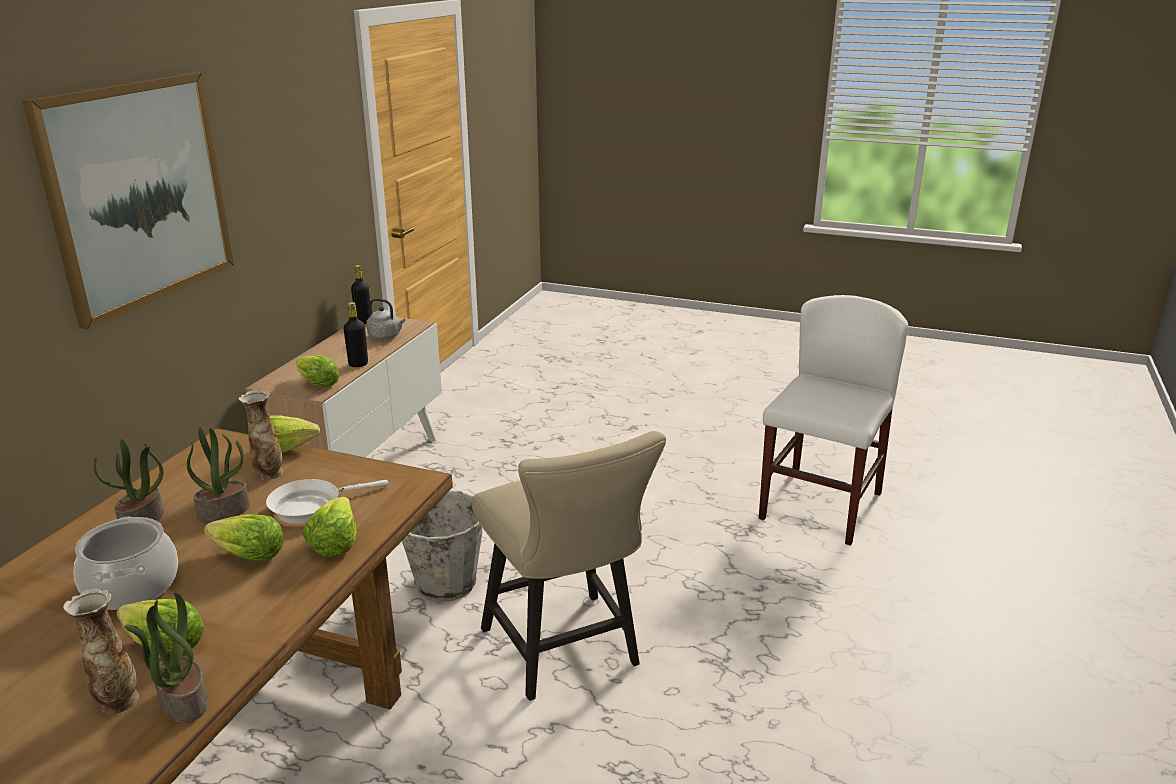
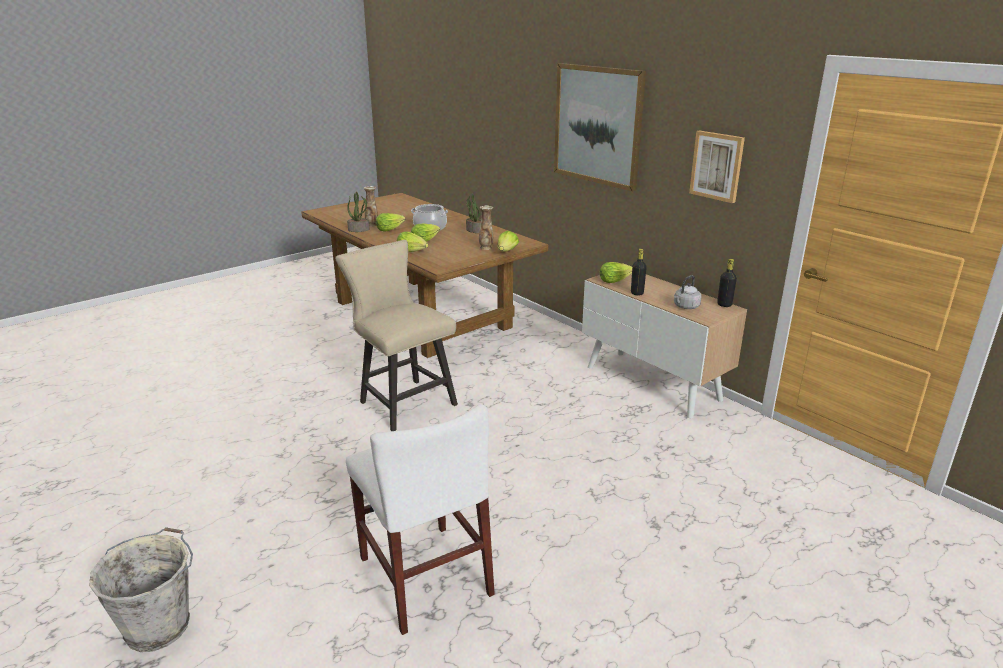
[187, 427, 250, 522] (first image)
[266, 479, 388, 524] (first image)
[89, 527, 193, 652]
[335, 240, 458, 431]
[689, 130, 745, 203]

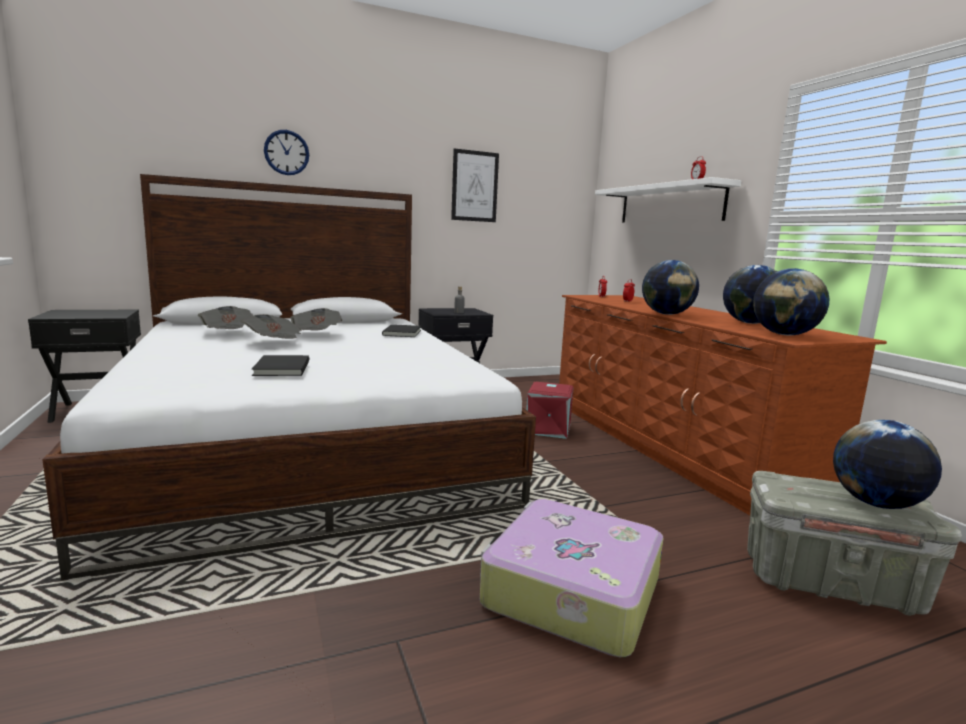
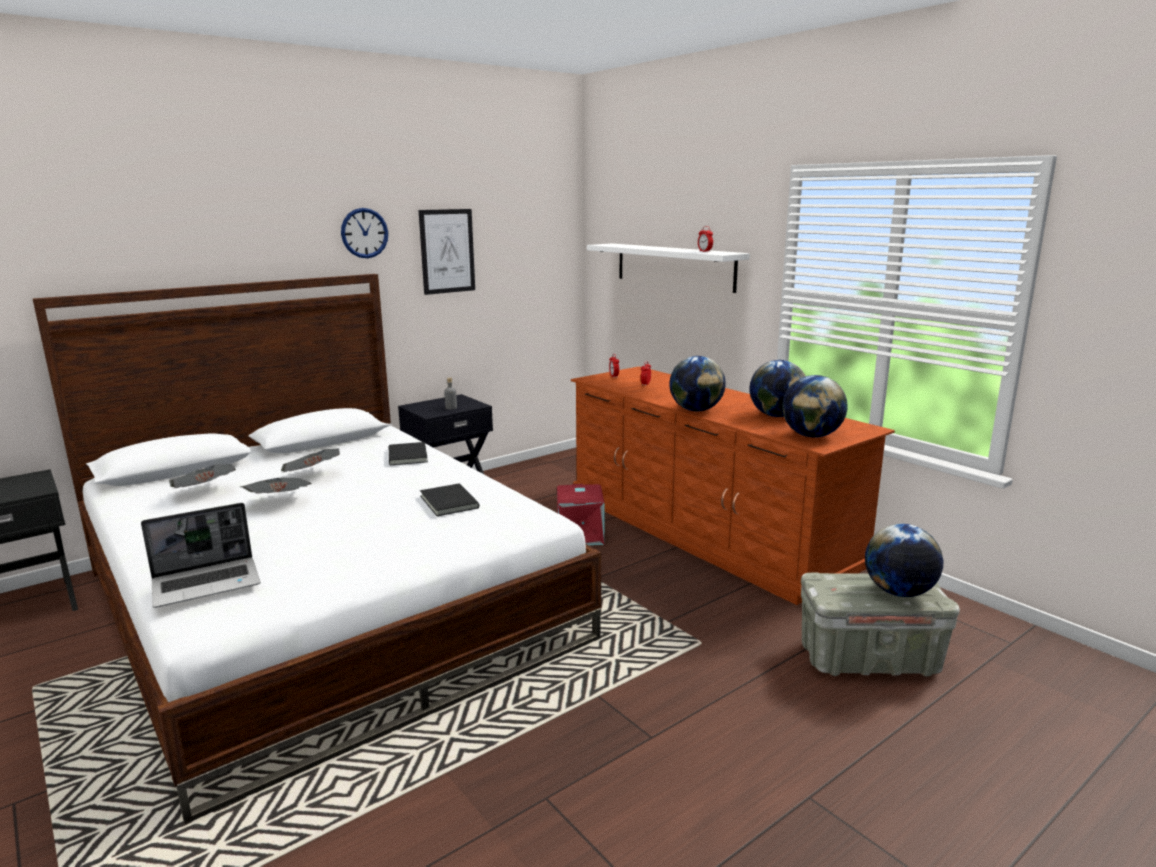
[420, 483, 479, 516]
[341, 208, 388, 258]
[480, 499, 663, 657] (first image)
[141, 503, 261, 608]

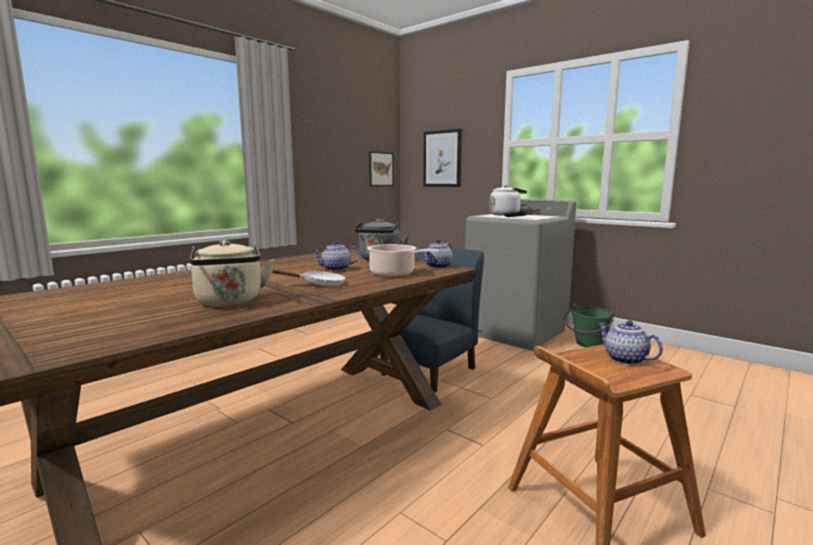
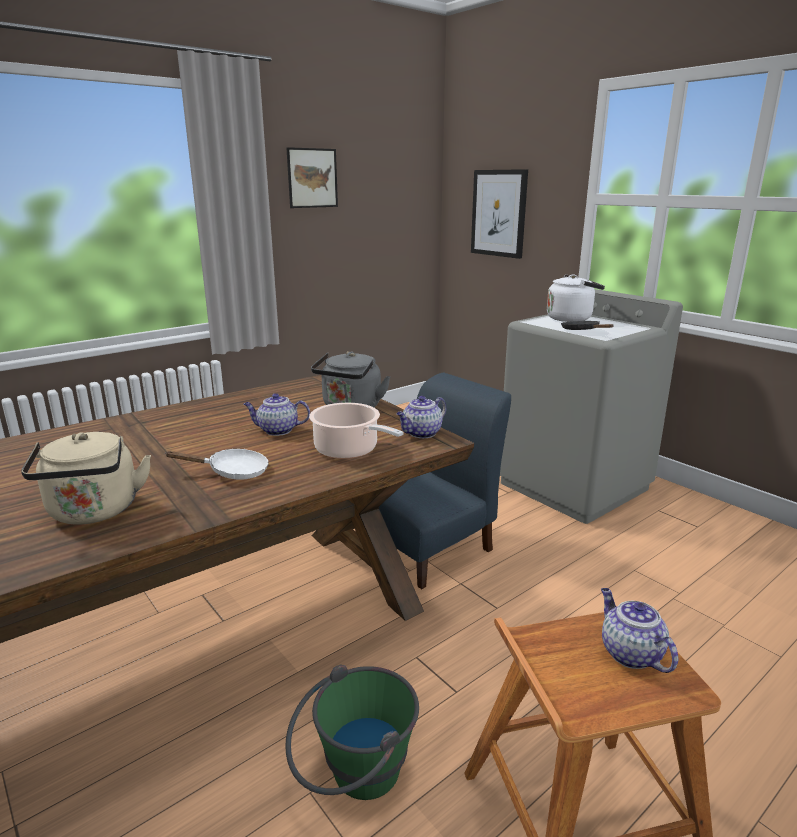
[286, 147, 338, 208]
[285, 665, 419, 800]

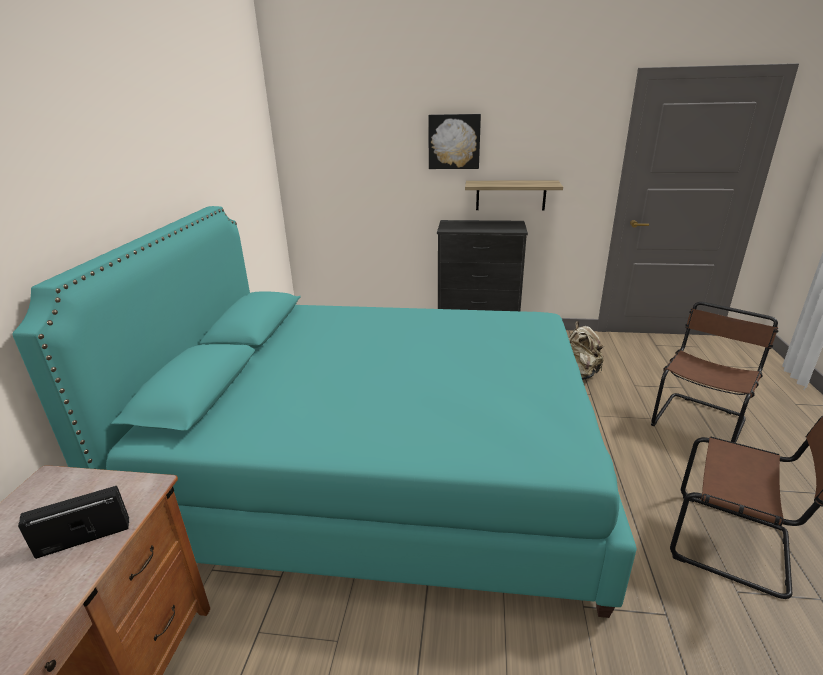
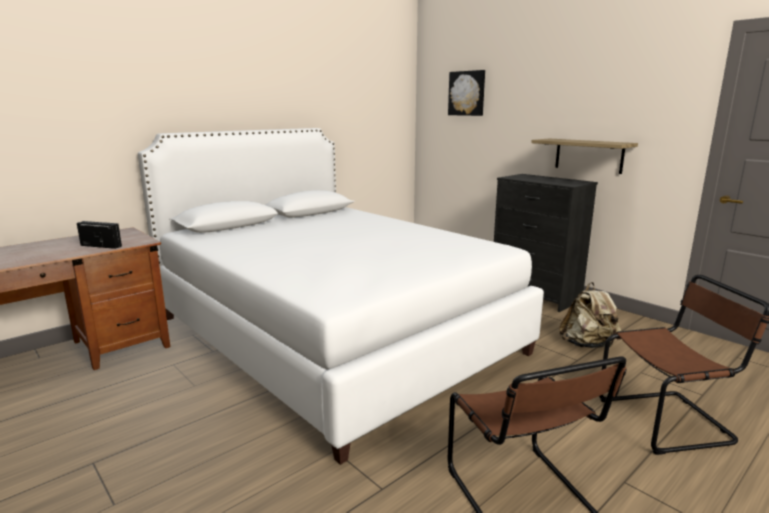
[138, 128, 544, 465]
[448, 70, 485, 116]

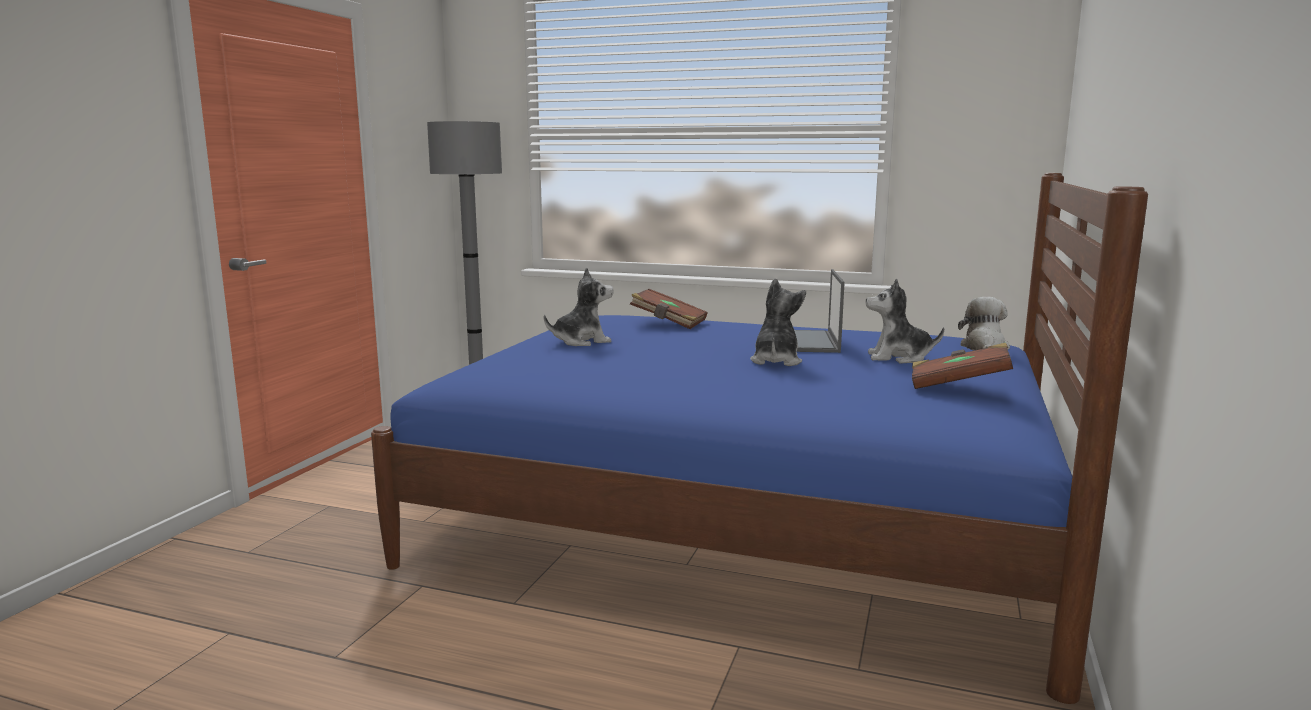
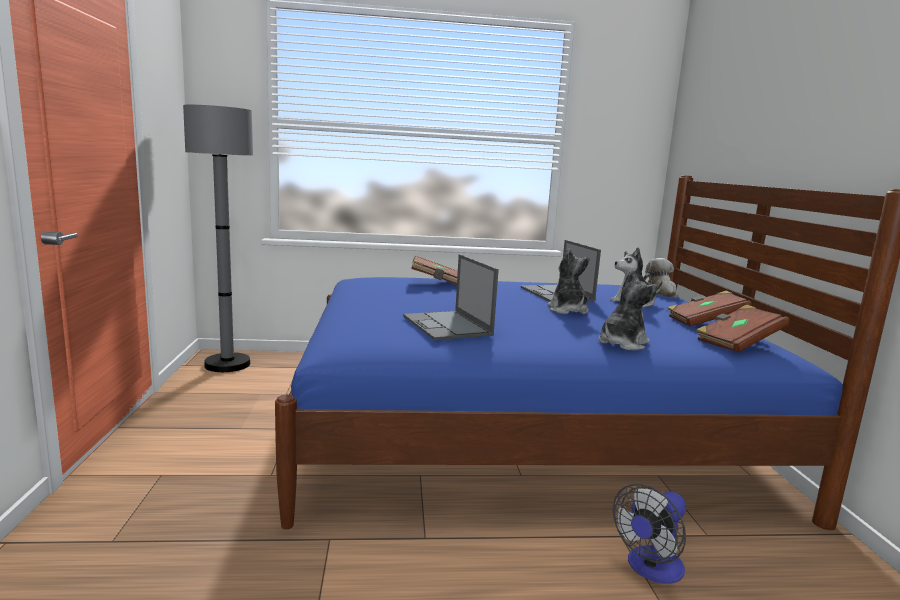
[598, 270, 657, 350]
[403, 254, 499, 340]
[613, 484, 686, 584]
[696, 304, 790, 353]

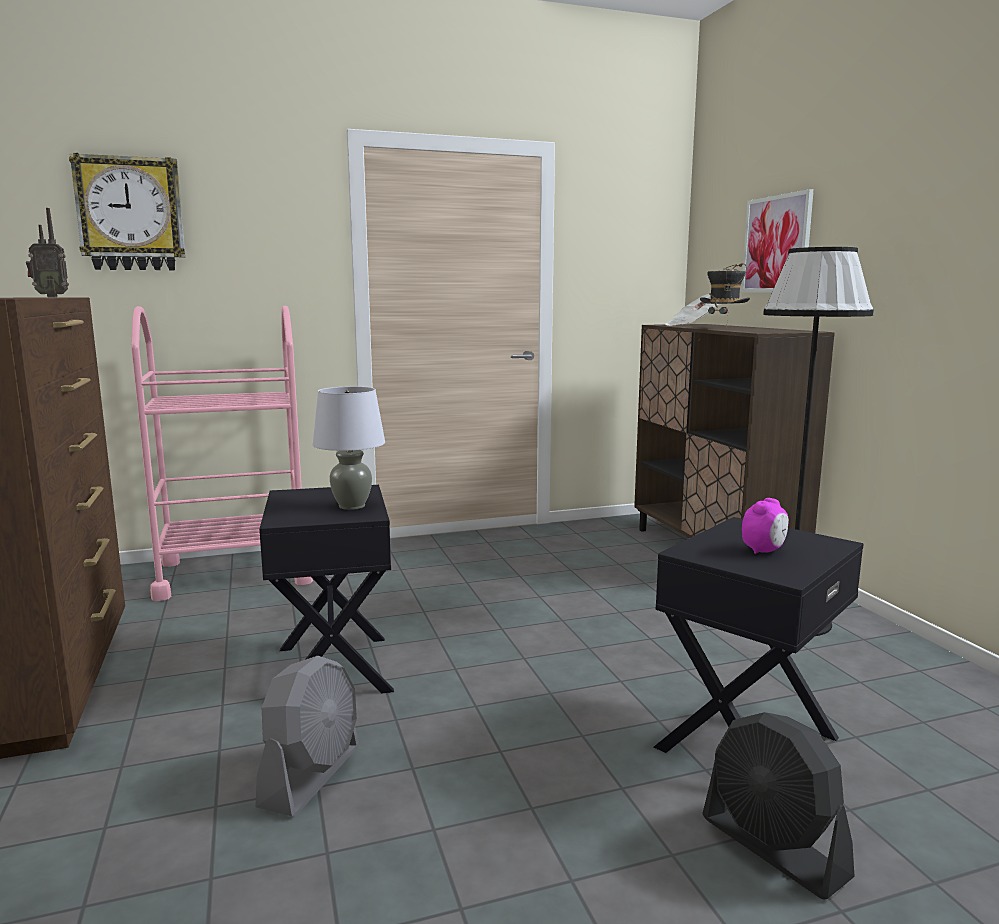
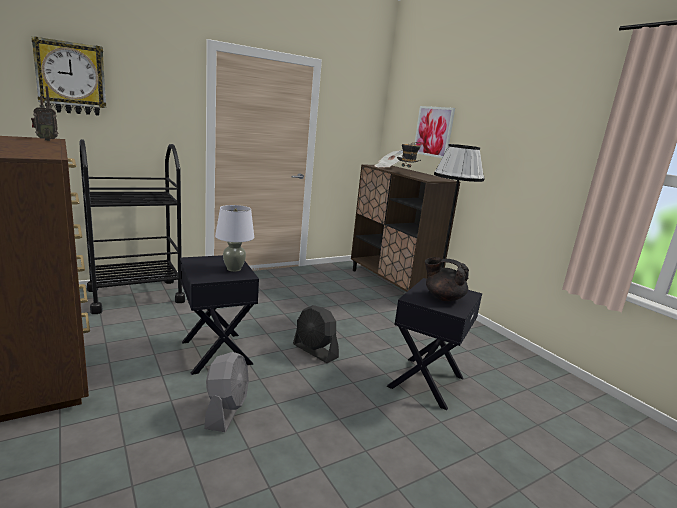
[80, 139, 185, 314]
[293, 305, 339, 363]
[425, 257, 469, 301]

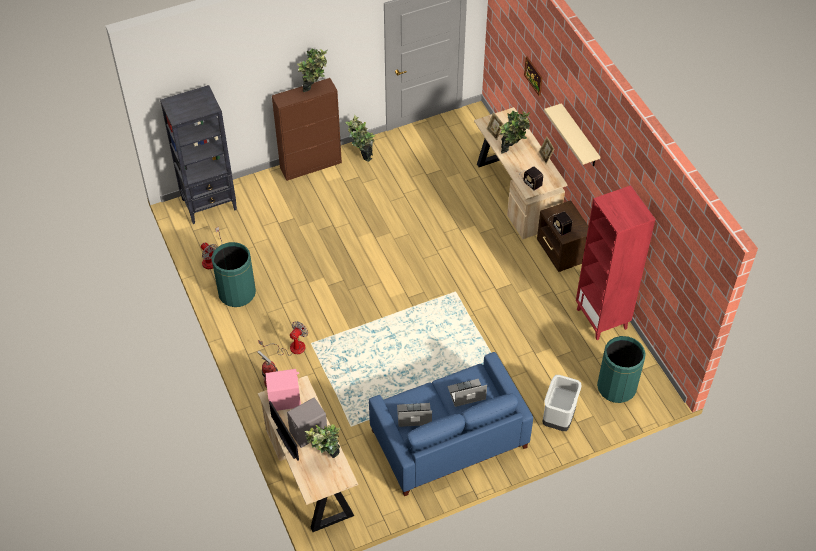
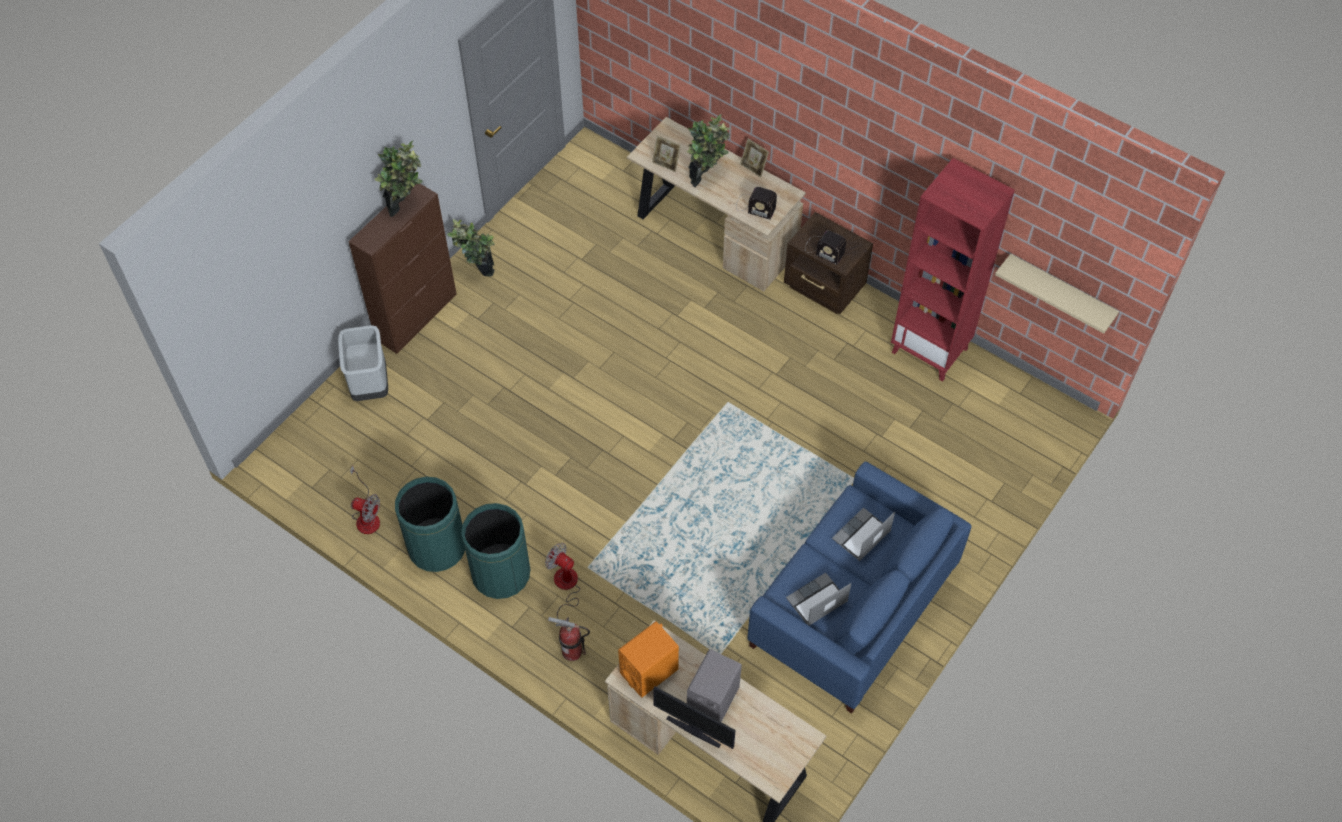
[160, 85, 237, 224] (first image)
[545, 543, 580, 622]
[618, 621, 679, 698]
[305, 424, 341, 458] (first image)
[524, 56, 543, 96] (first image)
[338, 325, 388, 401]
[995, 254, 1119, 333]
[461, 503, 531, 599]

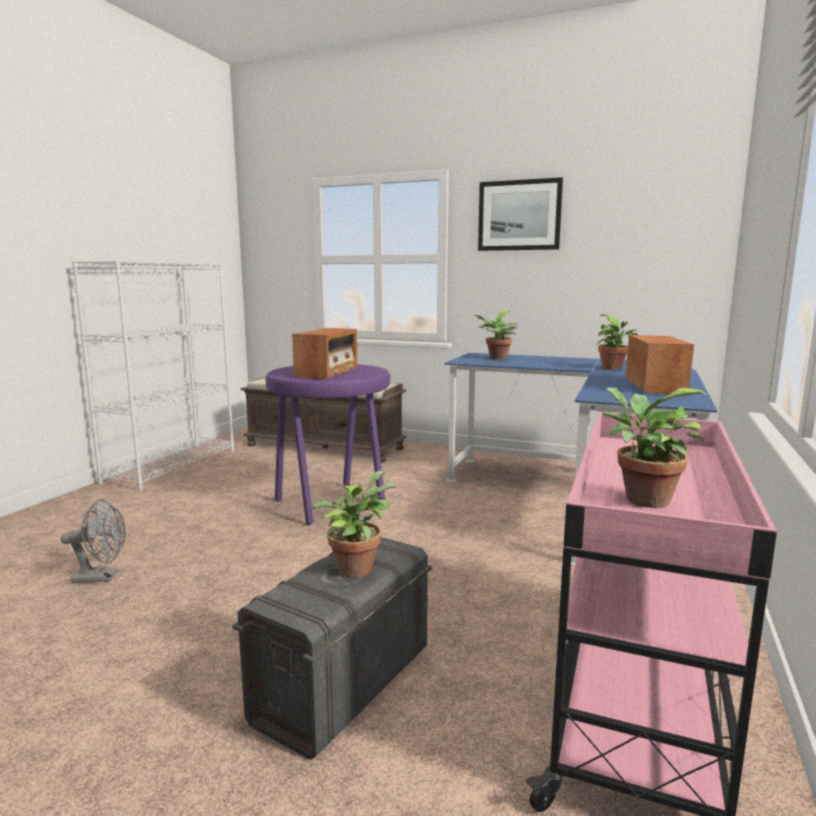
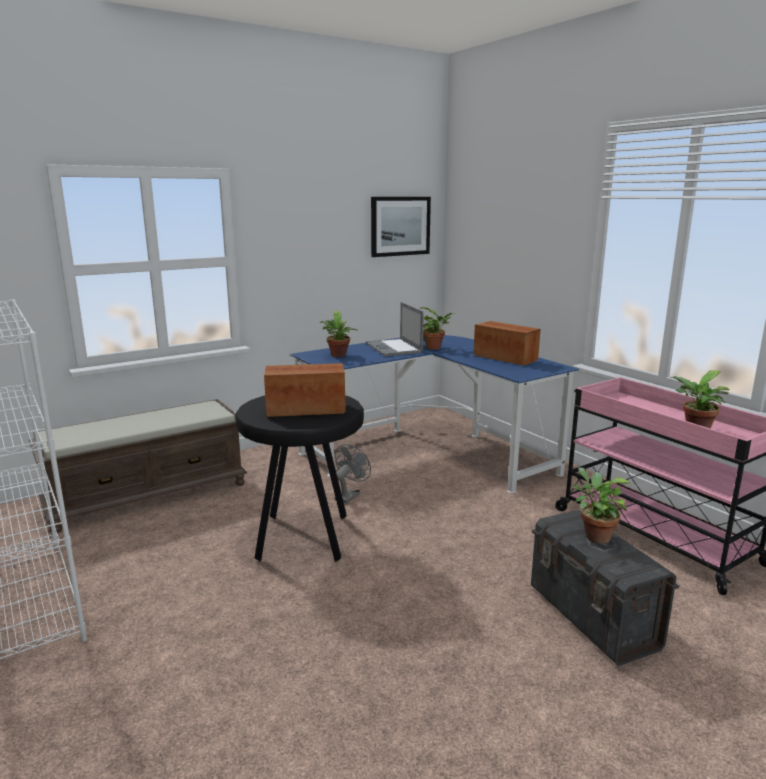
[335, 444, 371, 503]
[235, 395, 364, 562]
[264, 363, 346, 417]
[371, 197, 431, 257]
[365, 302, 424, 356]

